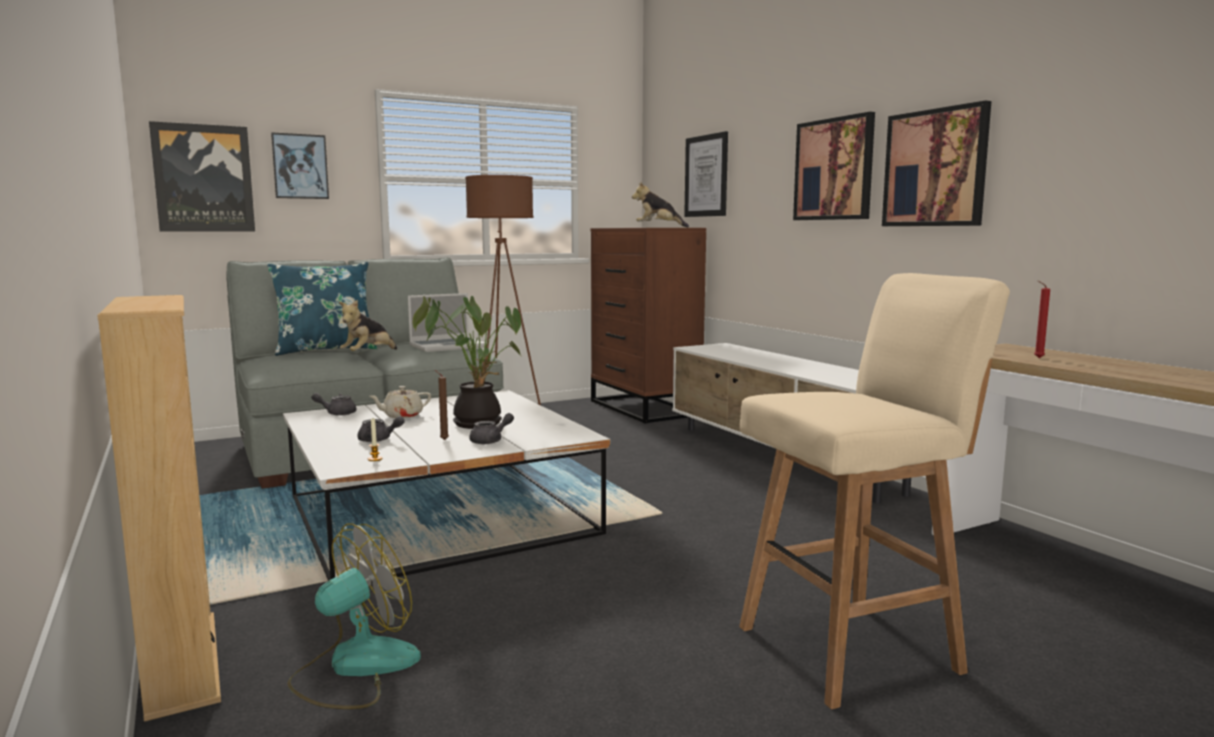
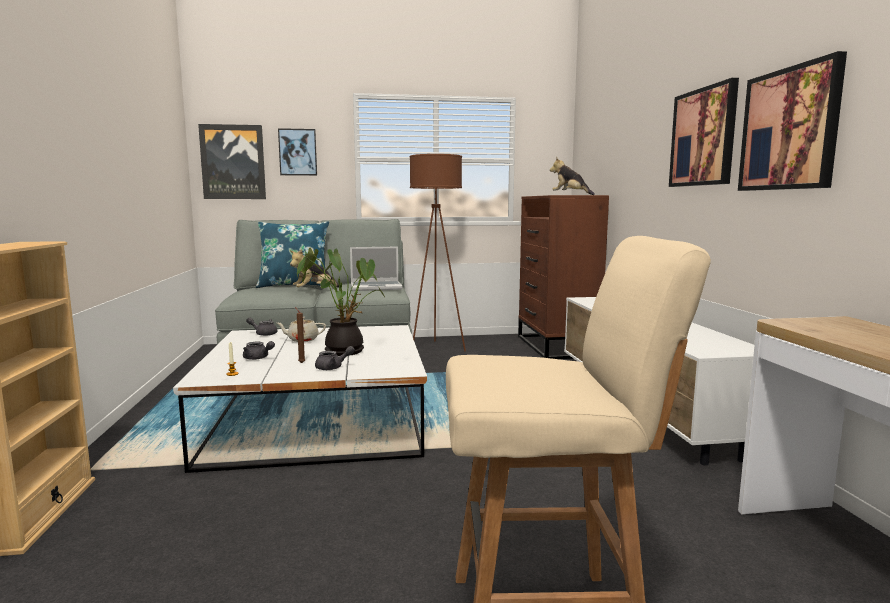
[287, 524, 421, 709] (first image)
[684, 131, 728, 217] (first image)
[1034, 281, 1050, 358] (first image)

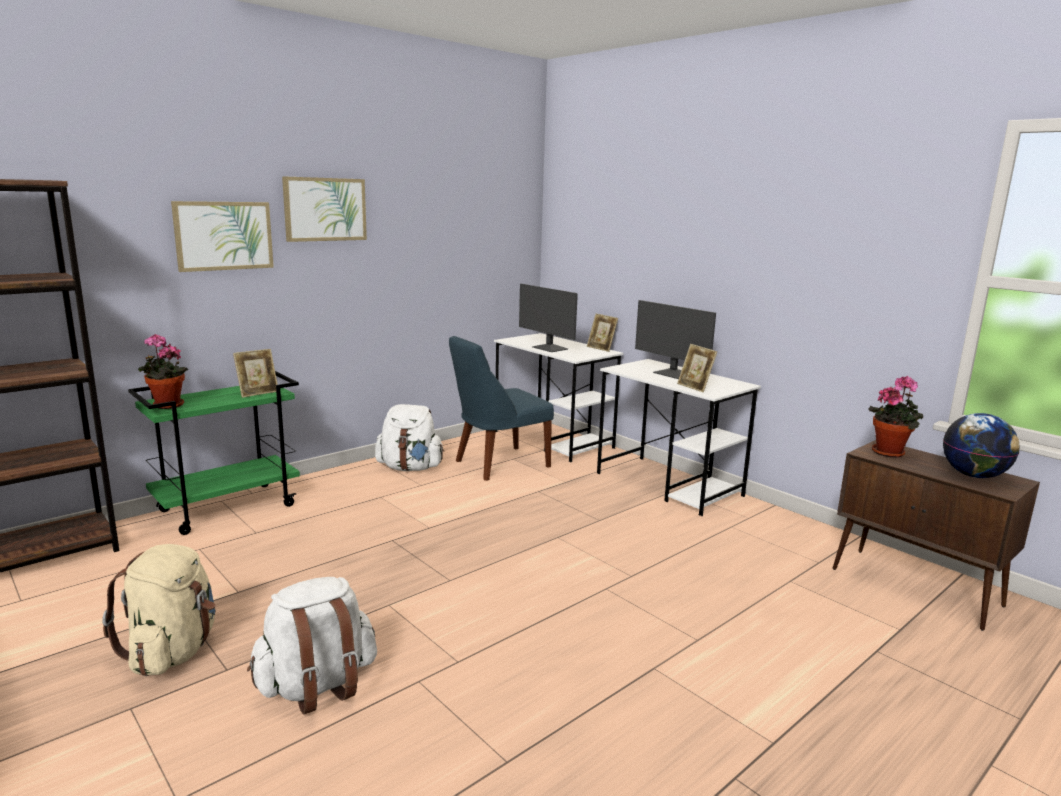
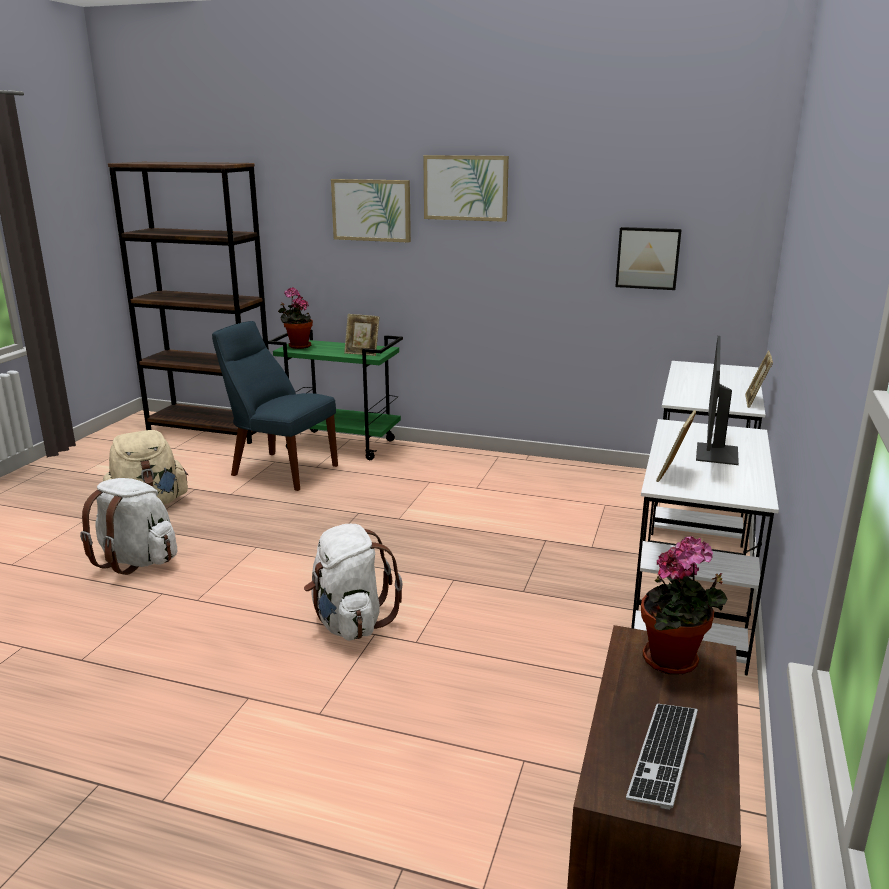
[304, 524, 403, 641]
[212, 321, 338, 491]
[519, 284, 578, 352] (first image)
[626, 704, 698, 810]
[615, 227, 682, 290]

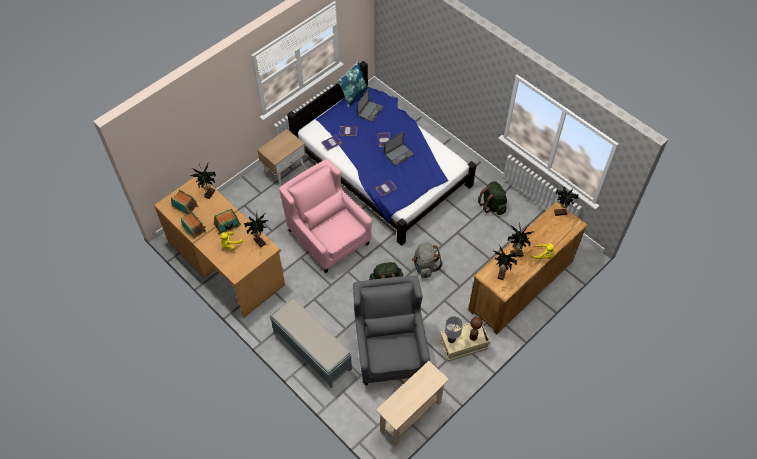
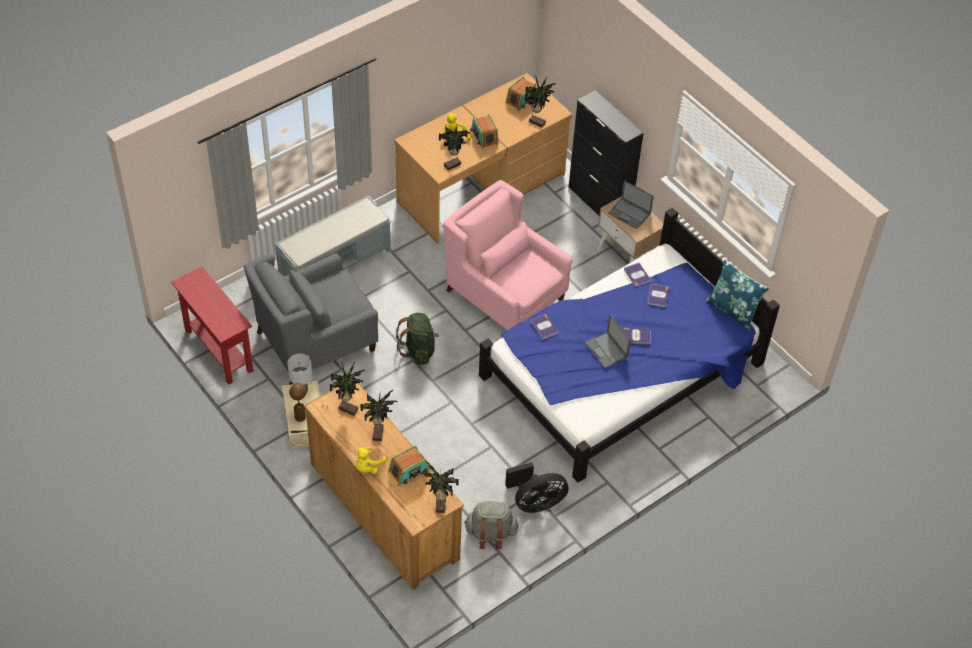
[388, 445, 430, 486]
[443, 180, 573, 330]
[243, 254, 378, 385]
[608, 180, 654, 229]
[171, 267, 253, 385]
[464, 501, 518, 549]
[505, 462, 569, 513]
[569, 90, 644, 216]

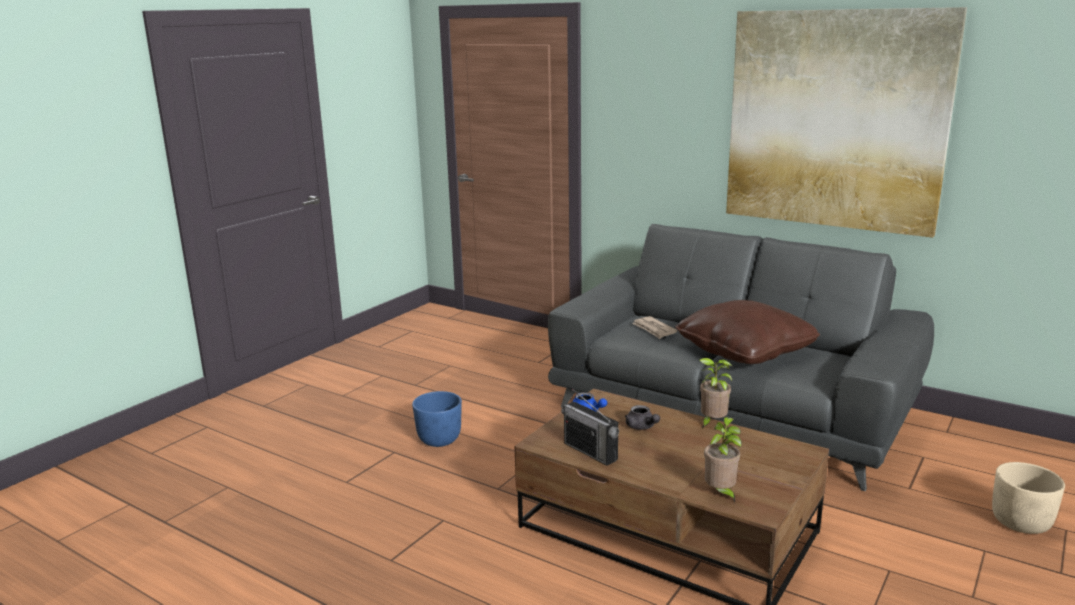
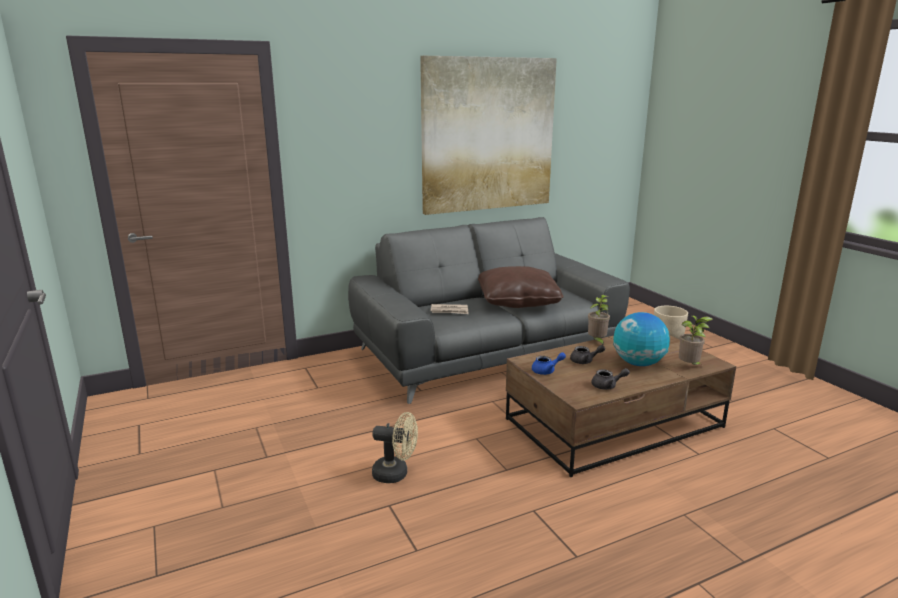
[372, 412, 418, 483]
[592, 368, 630, 390]
[613, 312, 670, 366]

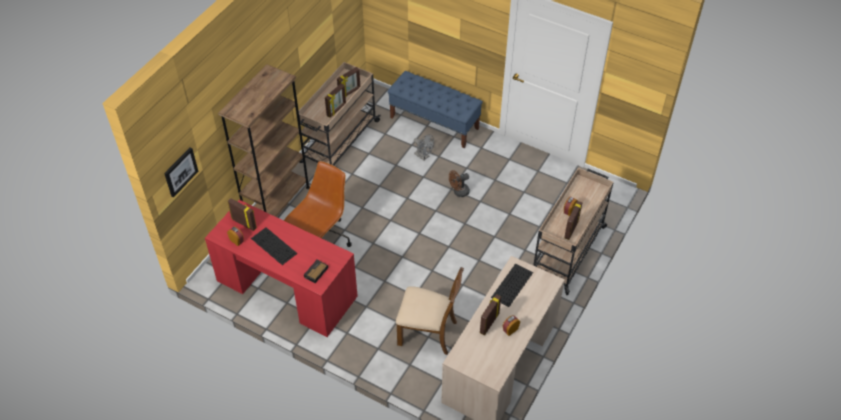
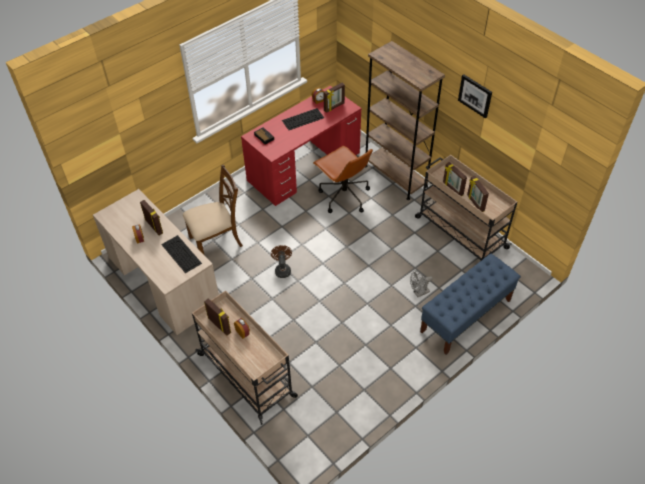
[458, 74, 492, 118]
[183, 165, 243, 256]
[271, 245, 292, 278]

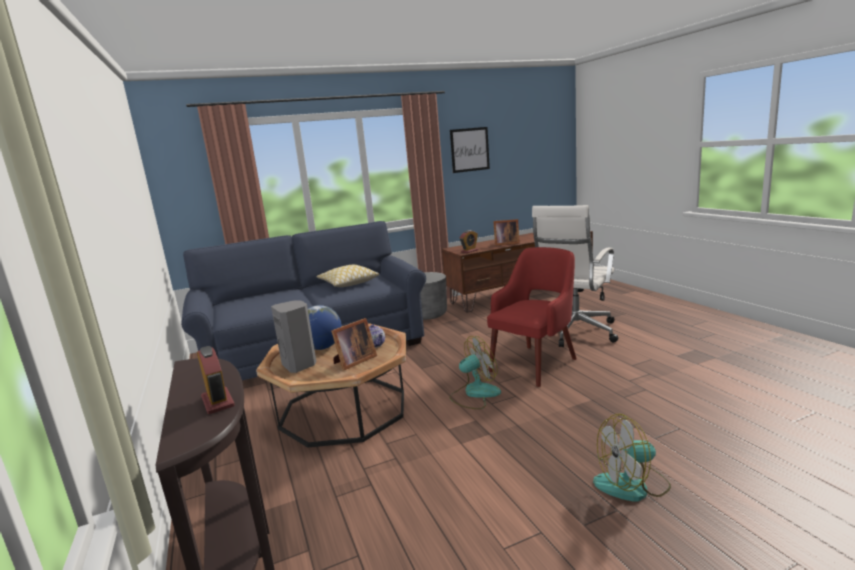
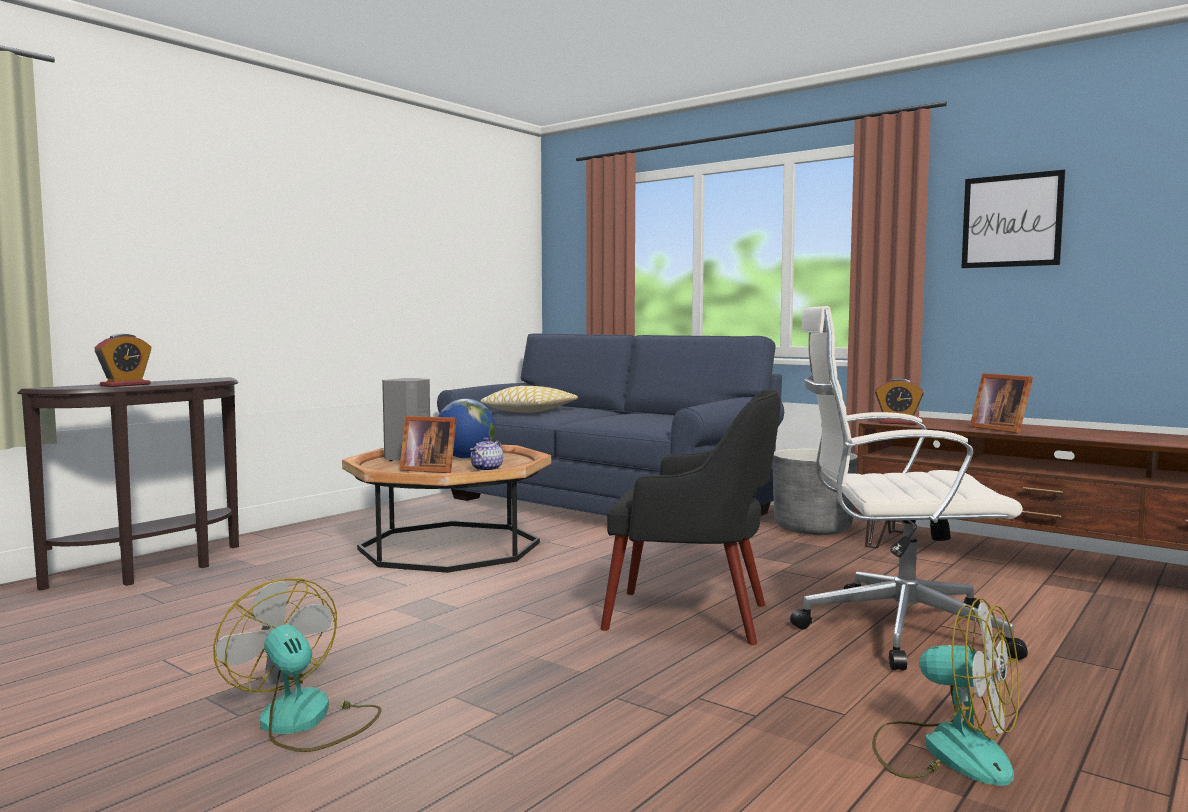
[480, 386, 578, 413]
[872, 598, 1020, 786]
[601, 390, 780, 645]

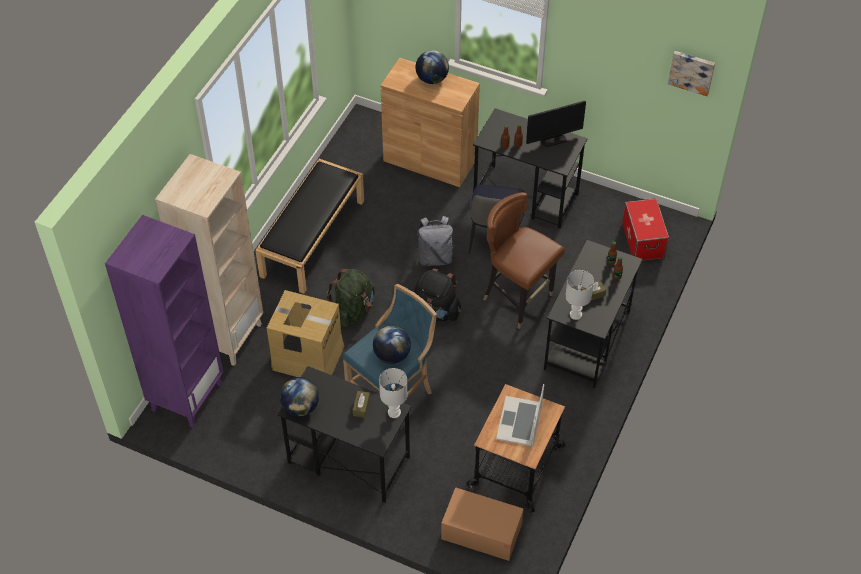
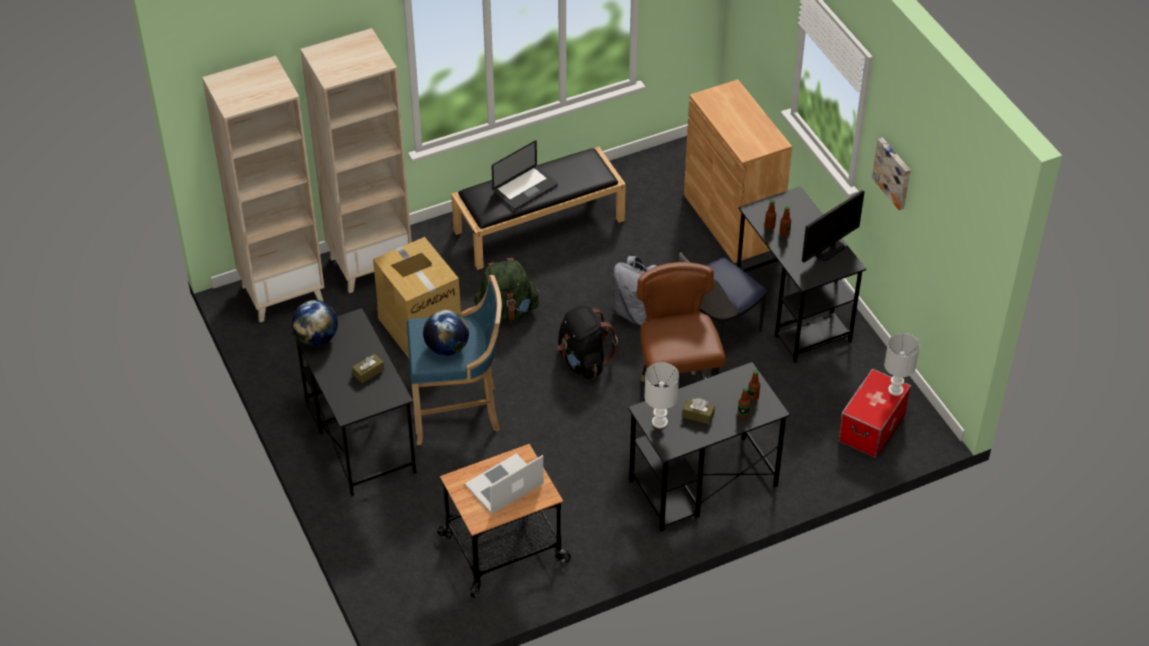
[202, 56, 325, 322]
[884, 333, 920, 396]
[415, 50, 449, 84] (first image)
[441, 487, 524, 561] (first image)
[802, 190, 864, 263]
[872, 137, 911, 210]
[492, 140, 558, 210]

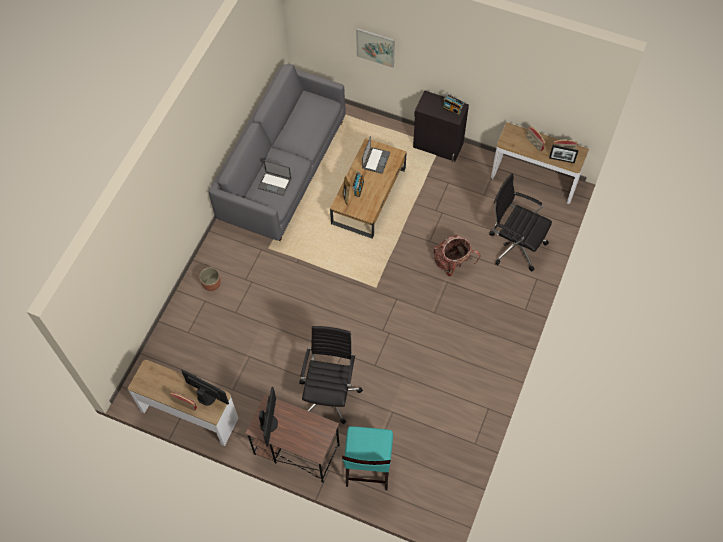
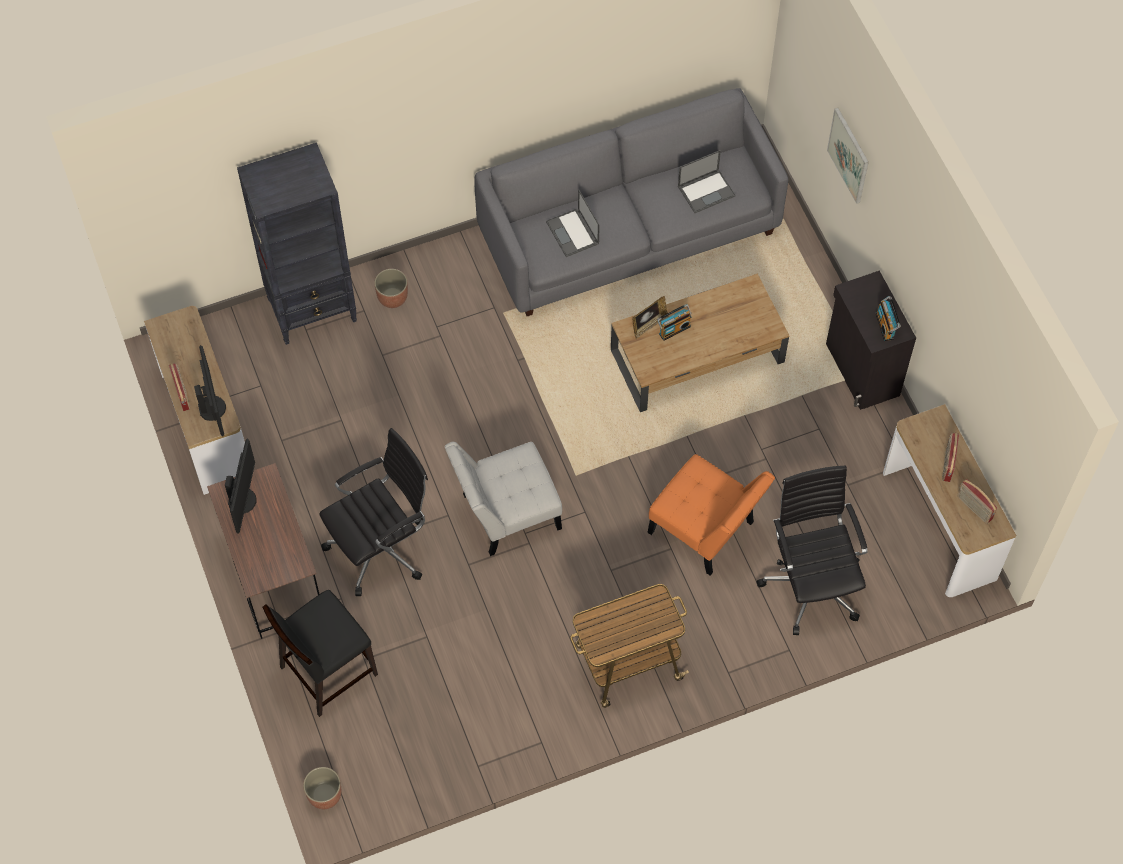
[225, 439, 257, 534]
[263, 590, 378, 717]
[678, 150, 736, 213]
[647, 454, 775, 575]
[549, 145, 578, 163] (first image)
[237, 142, 357, 345]
[303, 767, 341, 809]
[445, 442, 562, 556]
[570, 584, 689, 708]

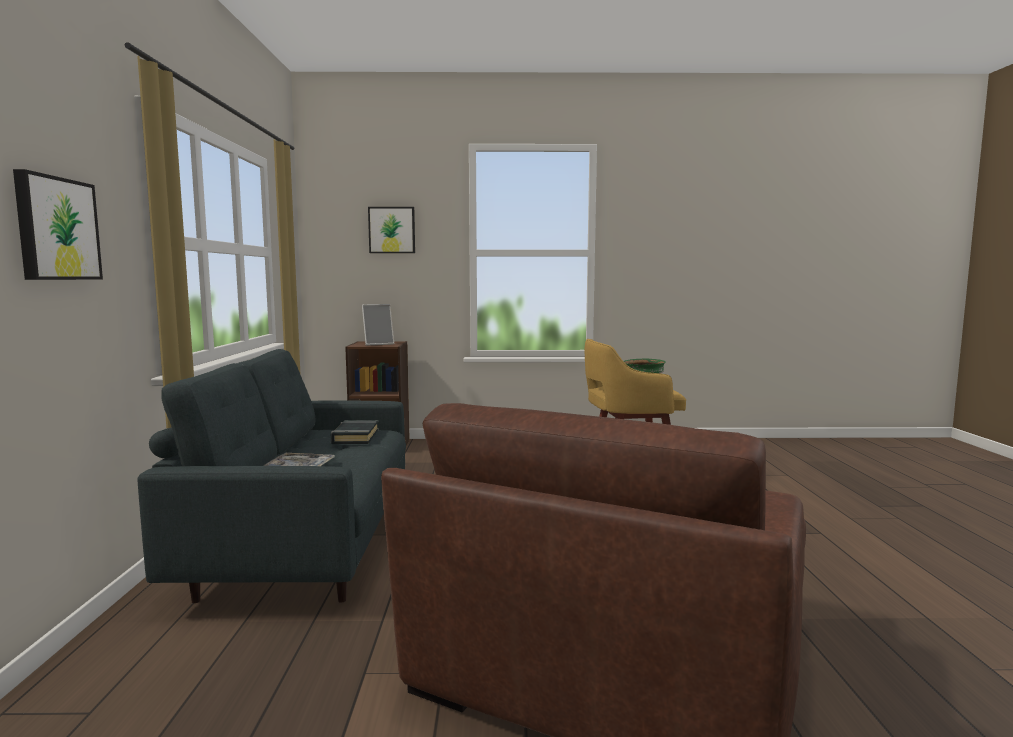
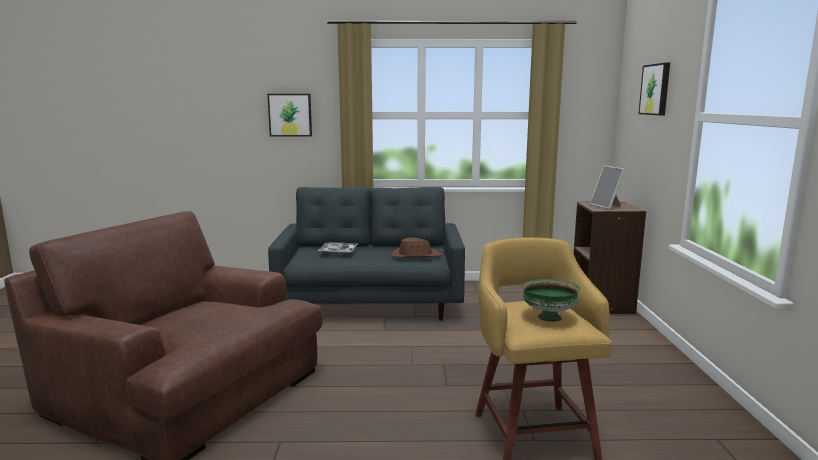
[391, 237, 442, 258]

